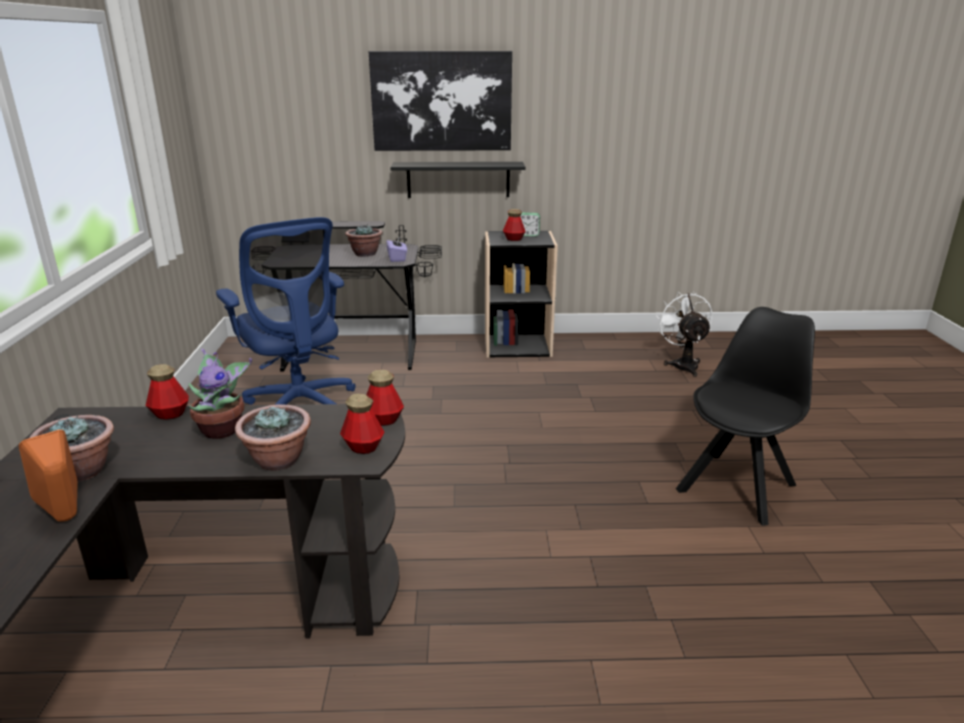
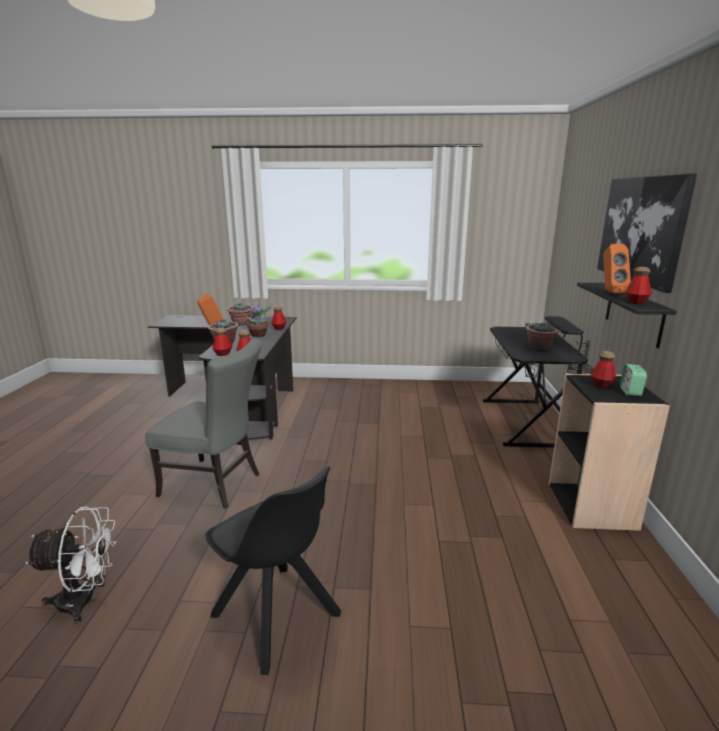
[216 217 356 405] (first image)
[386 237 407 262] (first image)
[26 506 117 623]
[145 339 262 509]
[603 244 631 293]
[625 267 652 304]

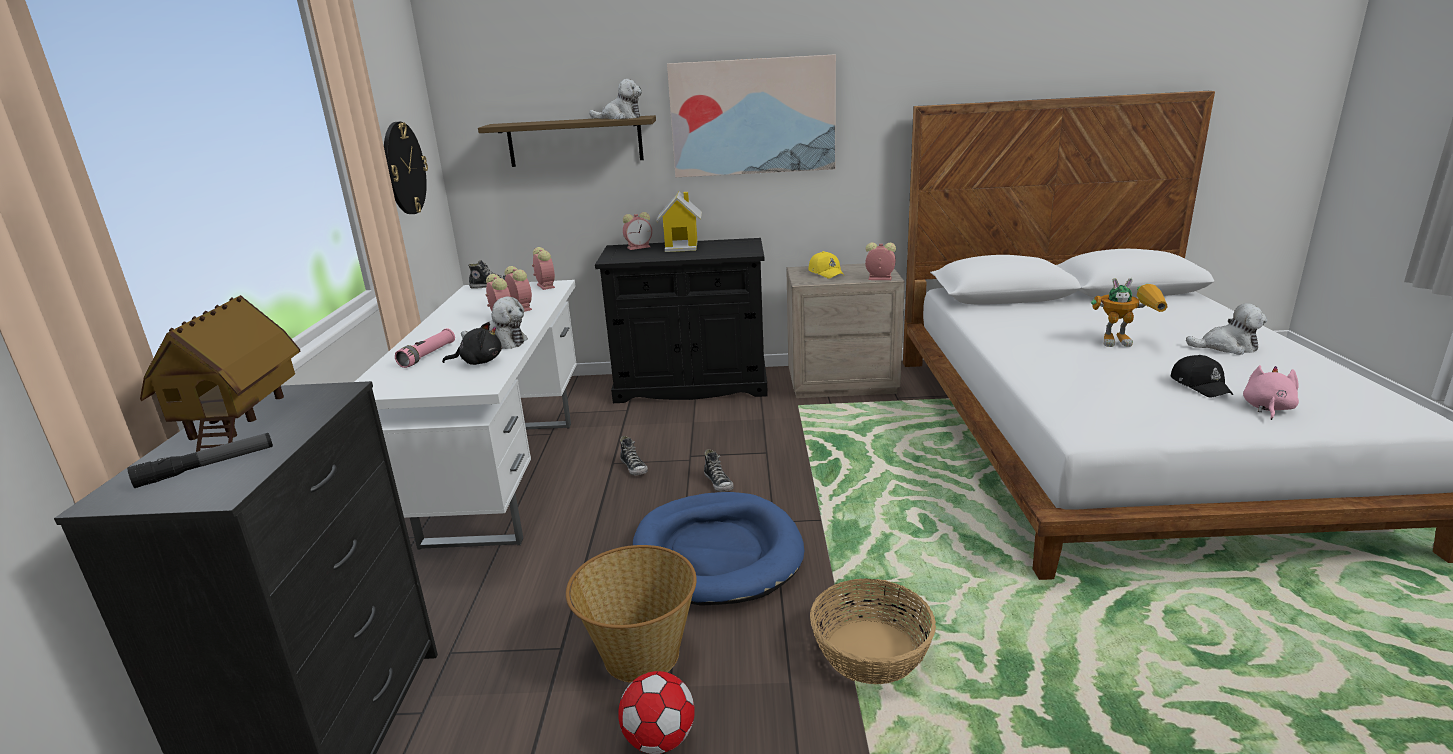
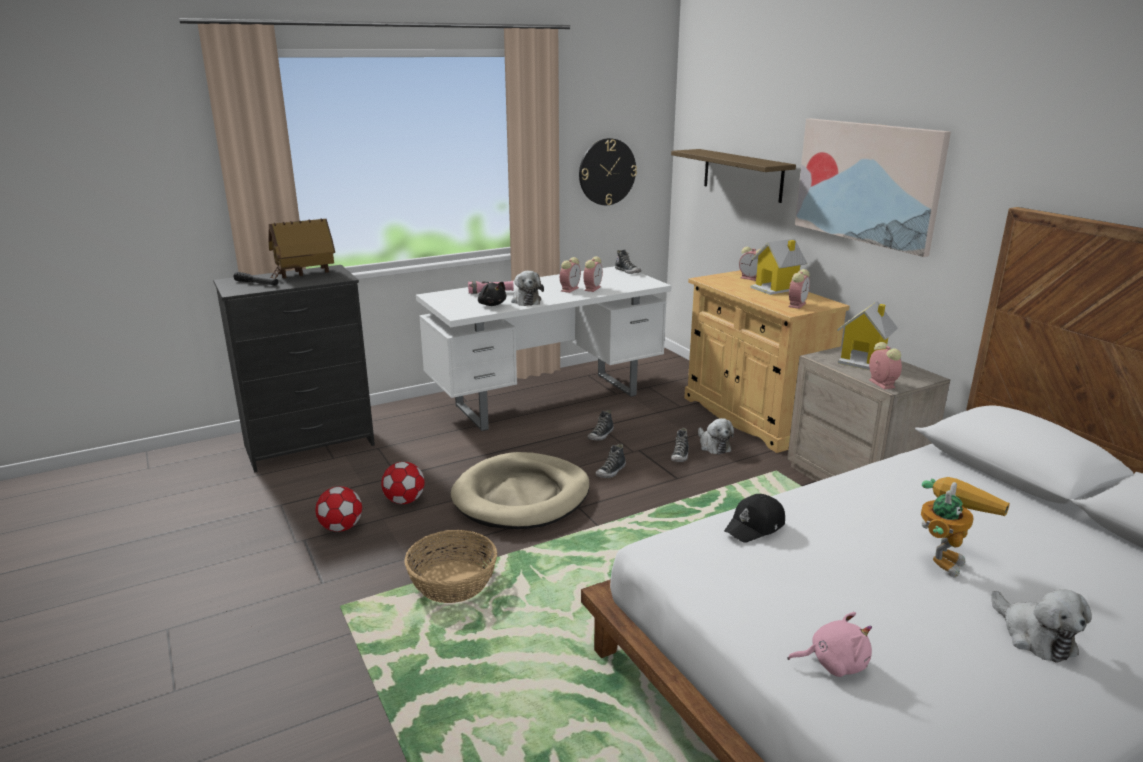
[788 269 810 309]
[381 462 425 504]
[698 418 734 455]
[684 270 850 453]
[451 452 590 529]
[837 301 898 370]
[921 477 1010 578]
[724 494 785 542]
[671 428 689 462]

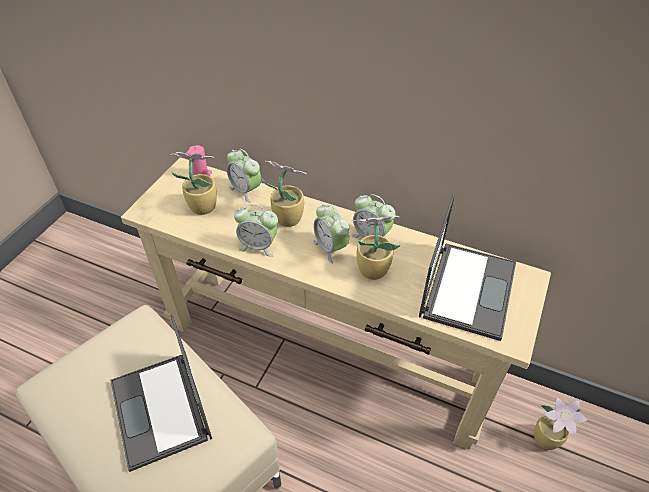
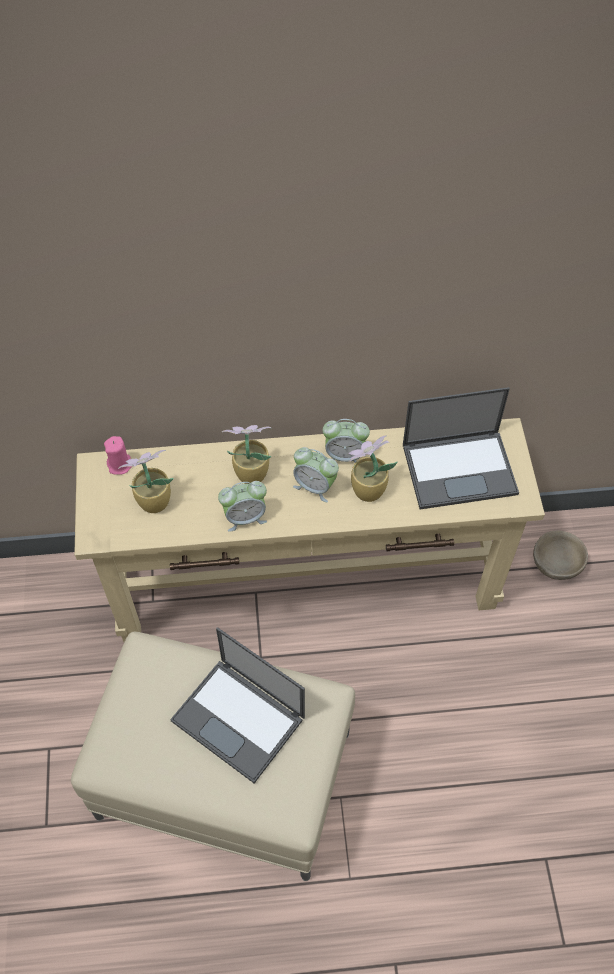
[227 149 261 203] (first image)
[403 387 519 509]
[533 531 588 580]

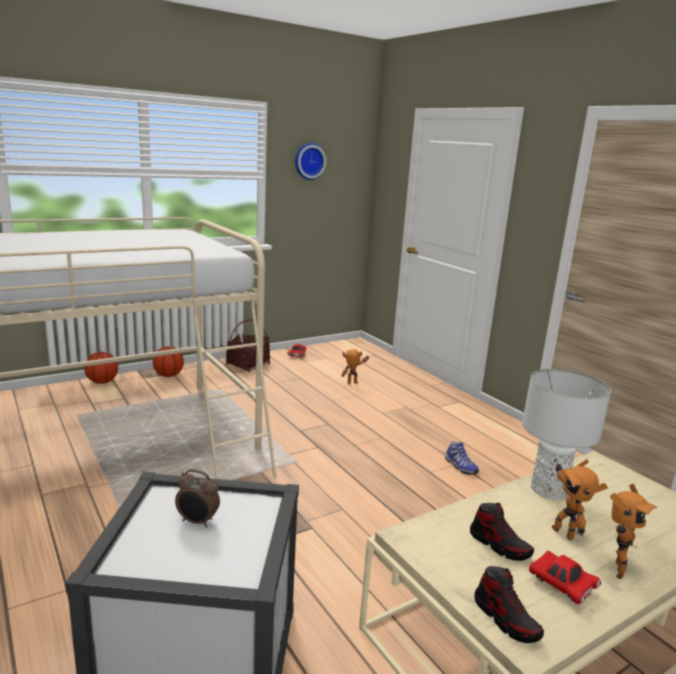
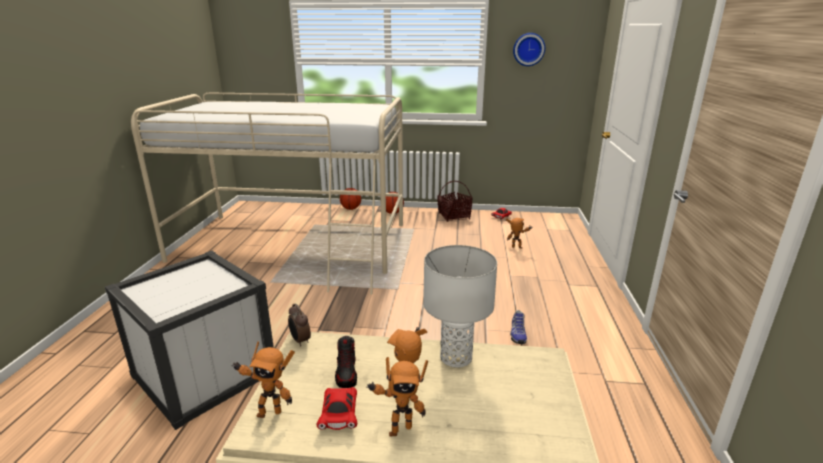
[288 303 311 347]
[231 341 295 418]

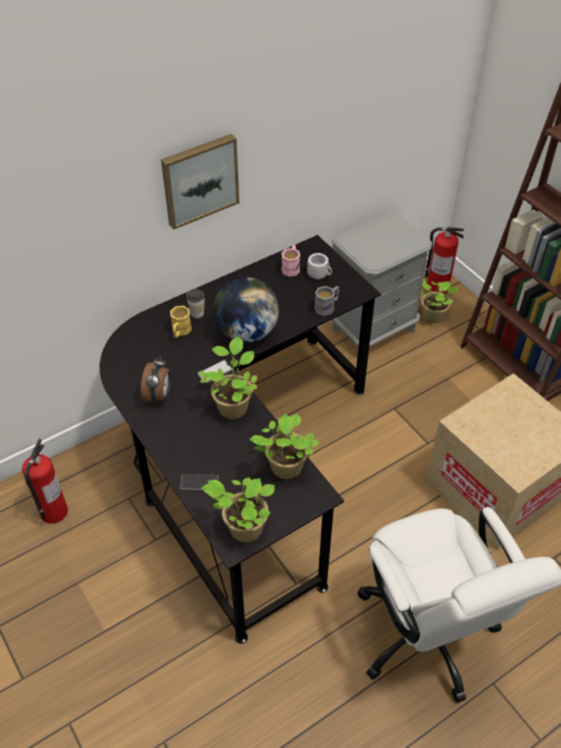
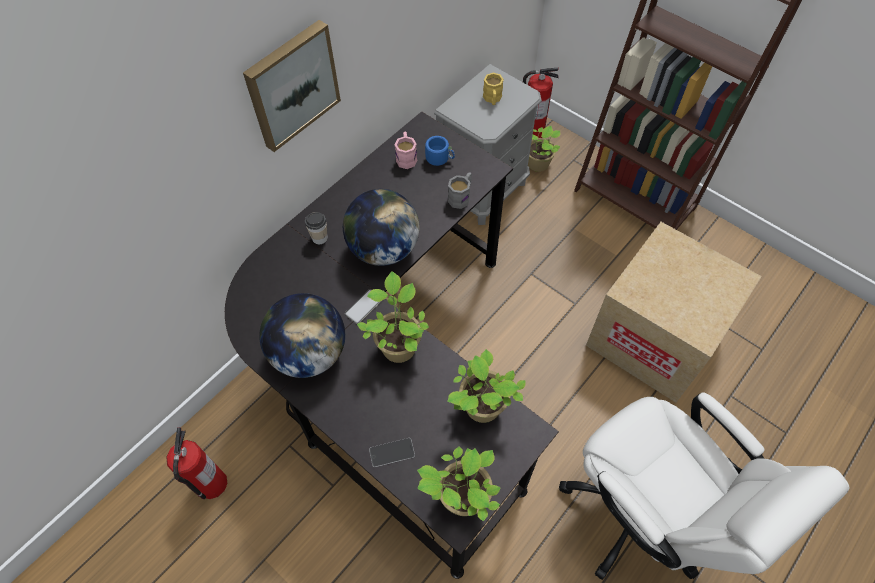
[259 293 345 378]
[483 73 504 105]
[425 136 455 166]

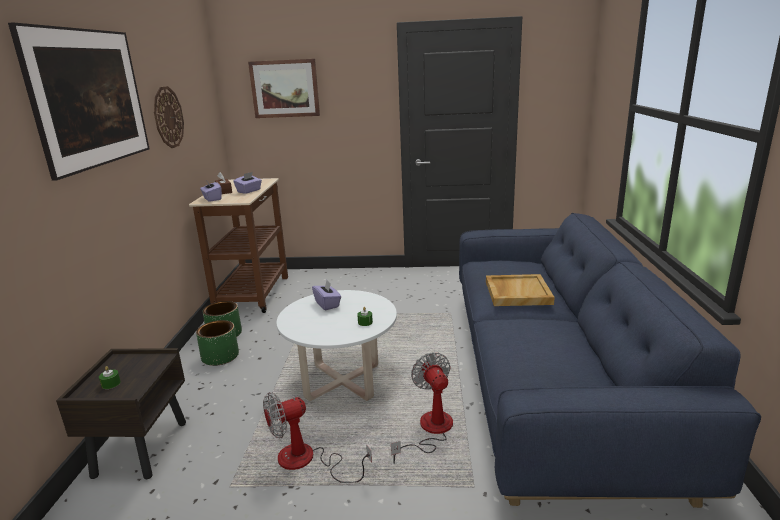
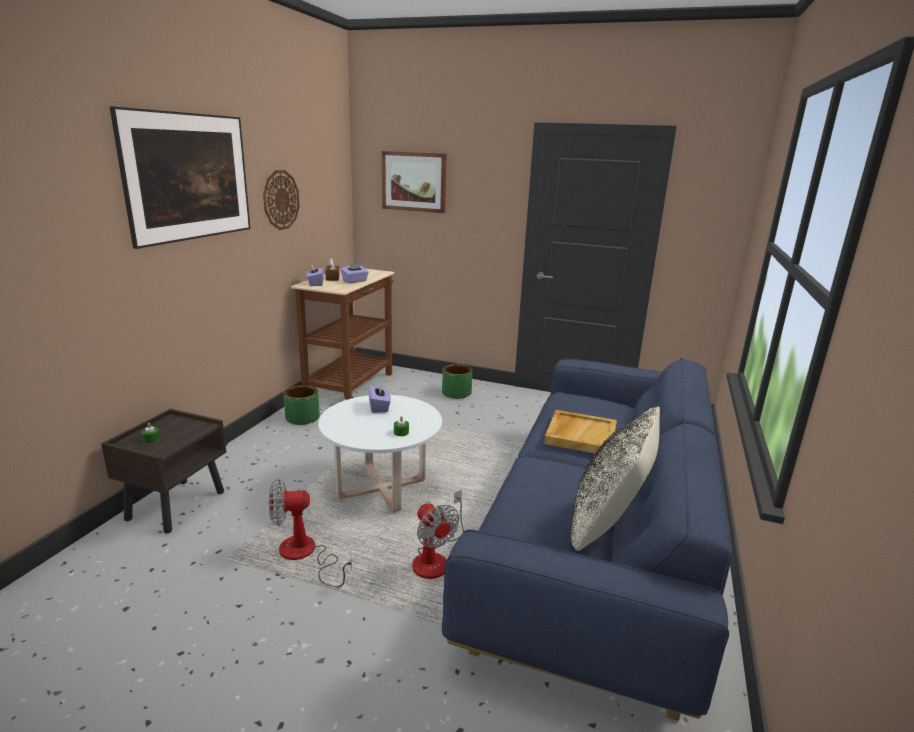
[442 364 472 399]
[412 490 464 579]
[571 406 660 551]

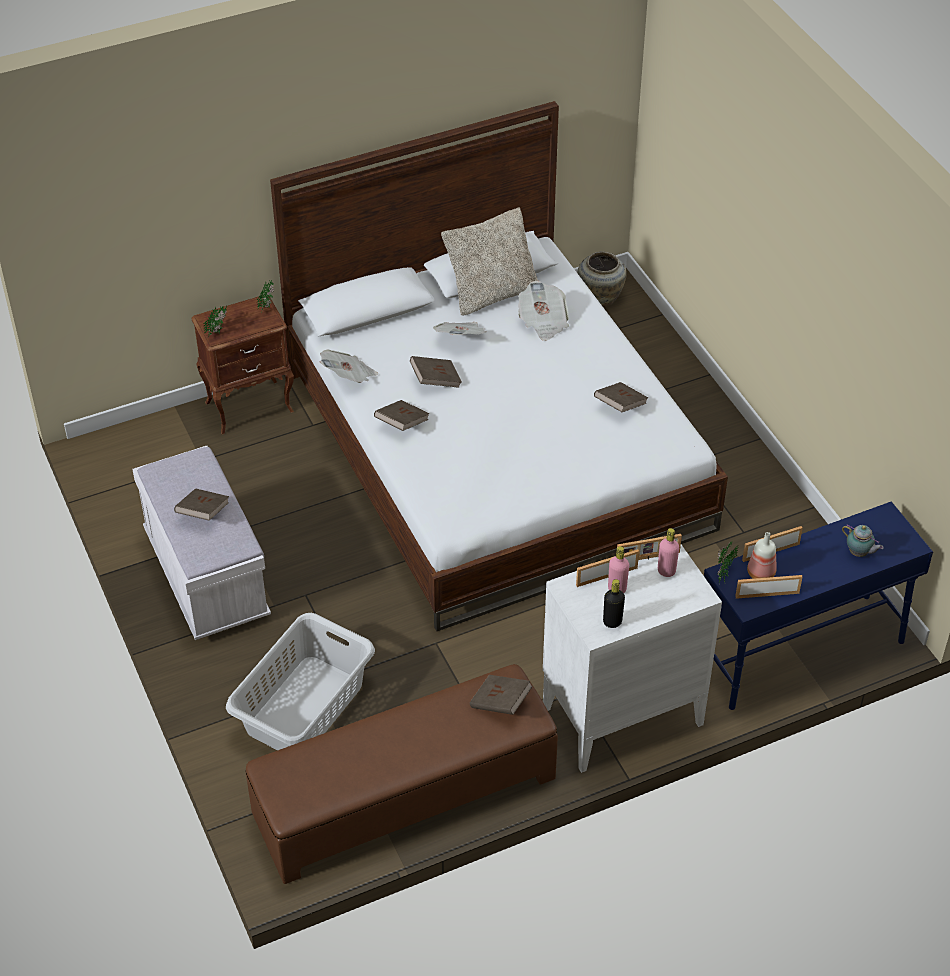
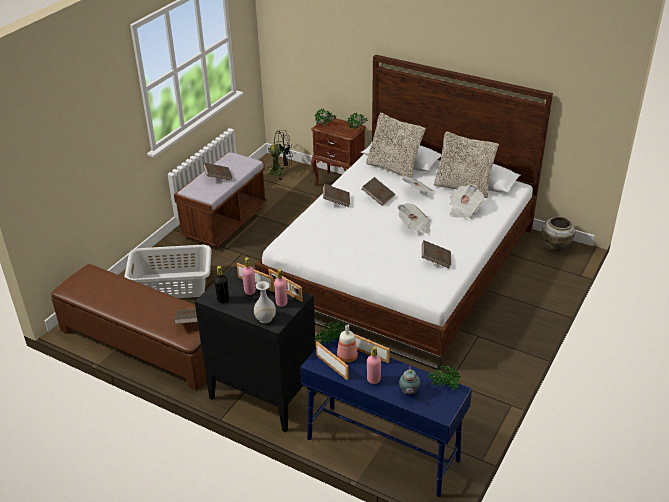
[174 152 267 248]
[398 203 431 234]
[195 267 316 432]
[254 281 276 323]
[267 130 292 180]
[366 113 426 178]
[367 347 381 384]
[427 365 461 390]

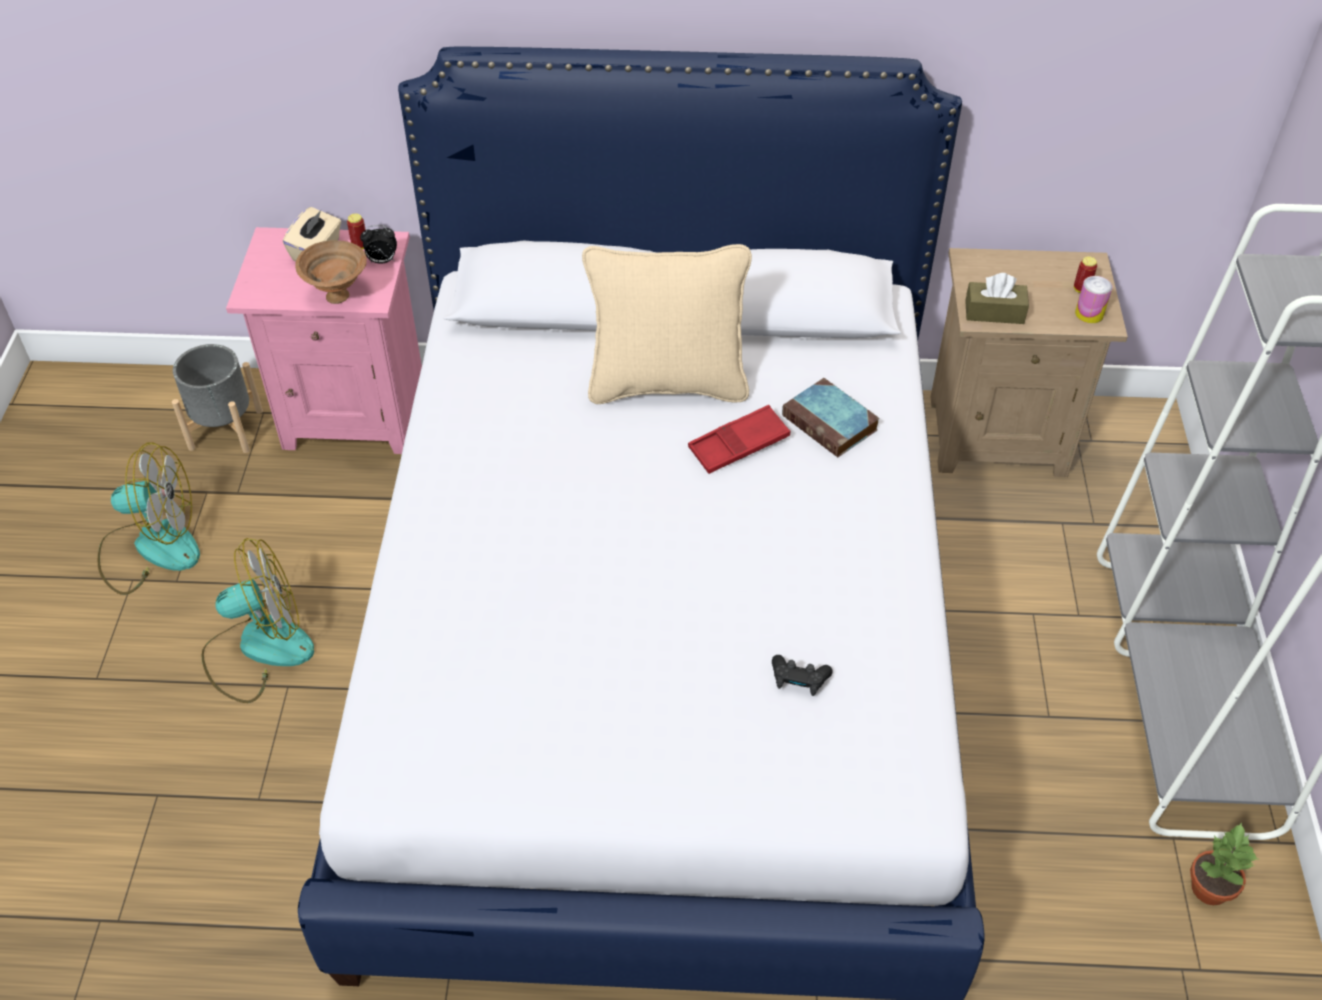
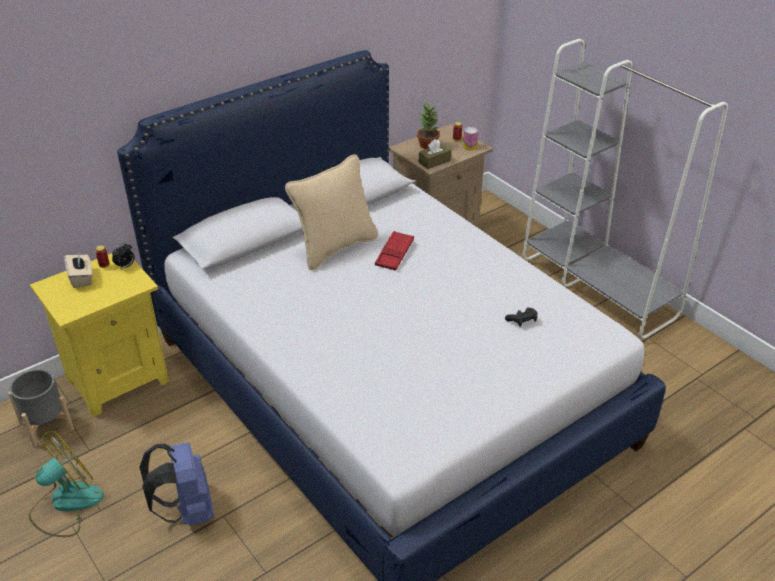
[139 443 214 526]
[30 253 169 417]
[295 240 367 304] (first image)
[782 378 880 457] (first image)
[417 102 439 149]

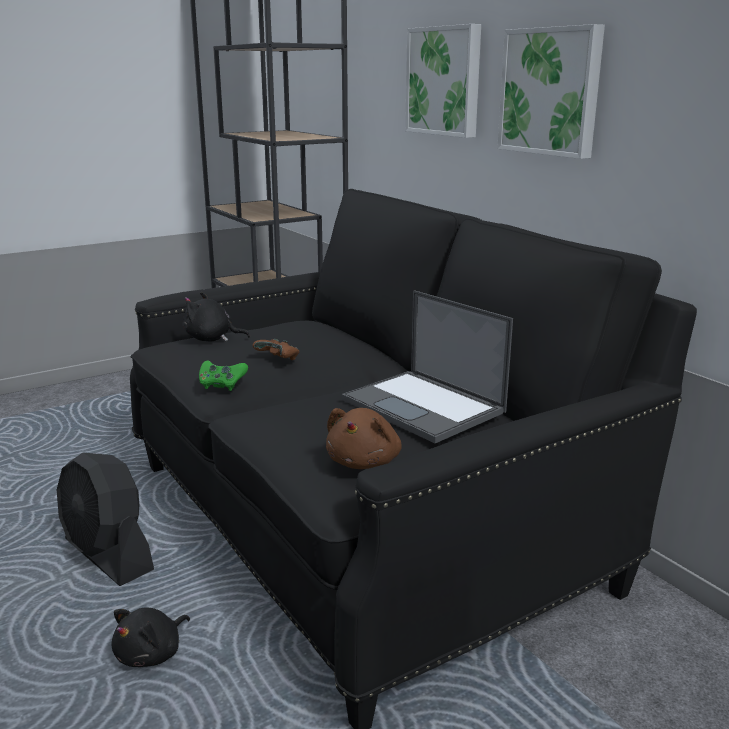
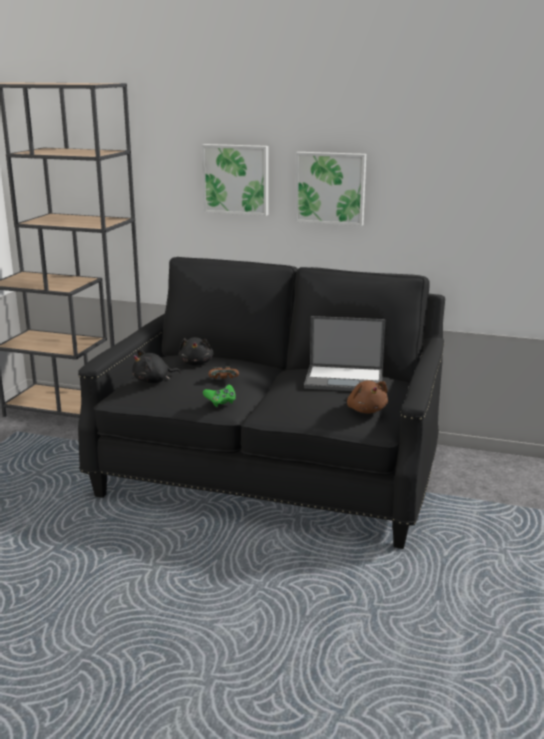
[57 453 154 586] (first image)
[178 337 213 366]

